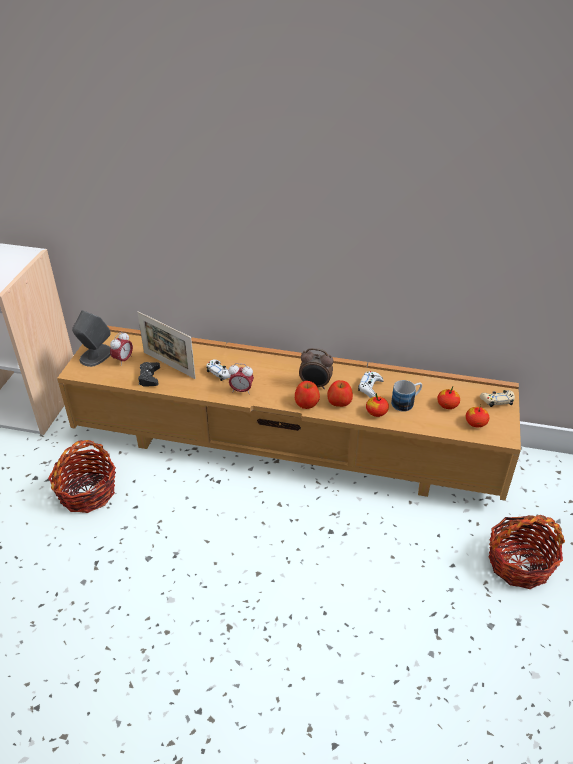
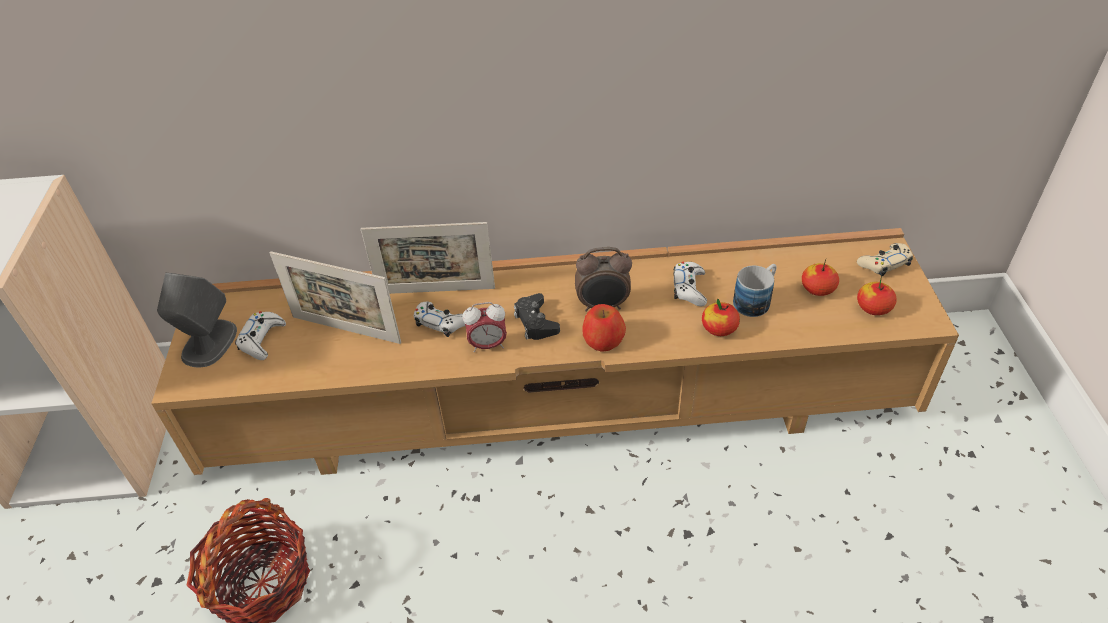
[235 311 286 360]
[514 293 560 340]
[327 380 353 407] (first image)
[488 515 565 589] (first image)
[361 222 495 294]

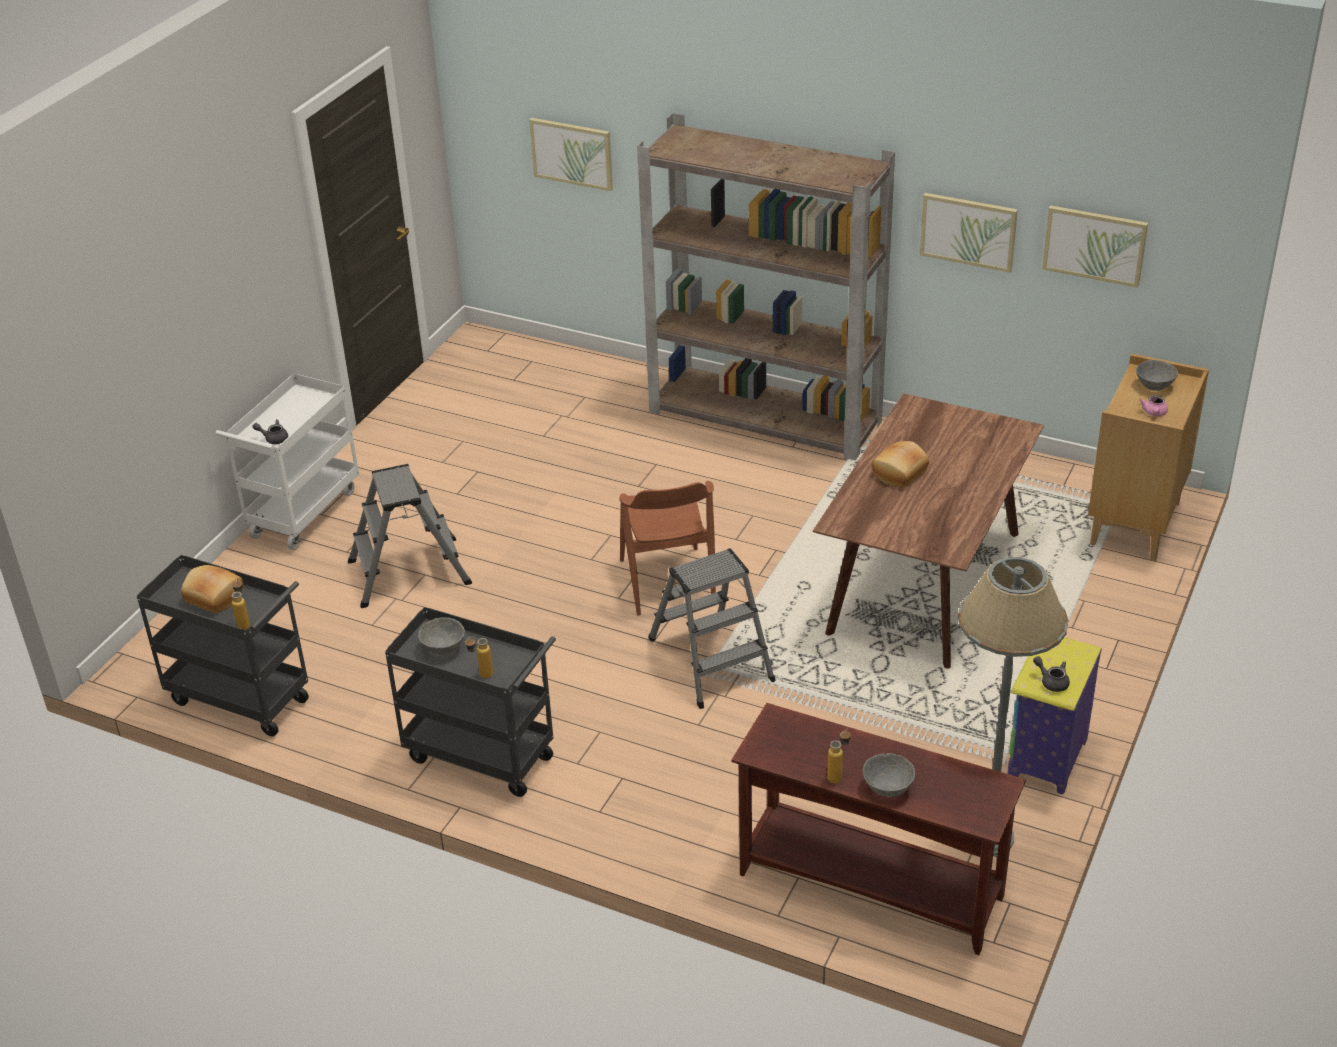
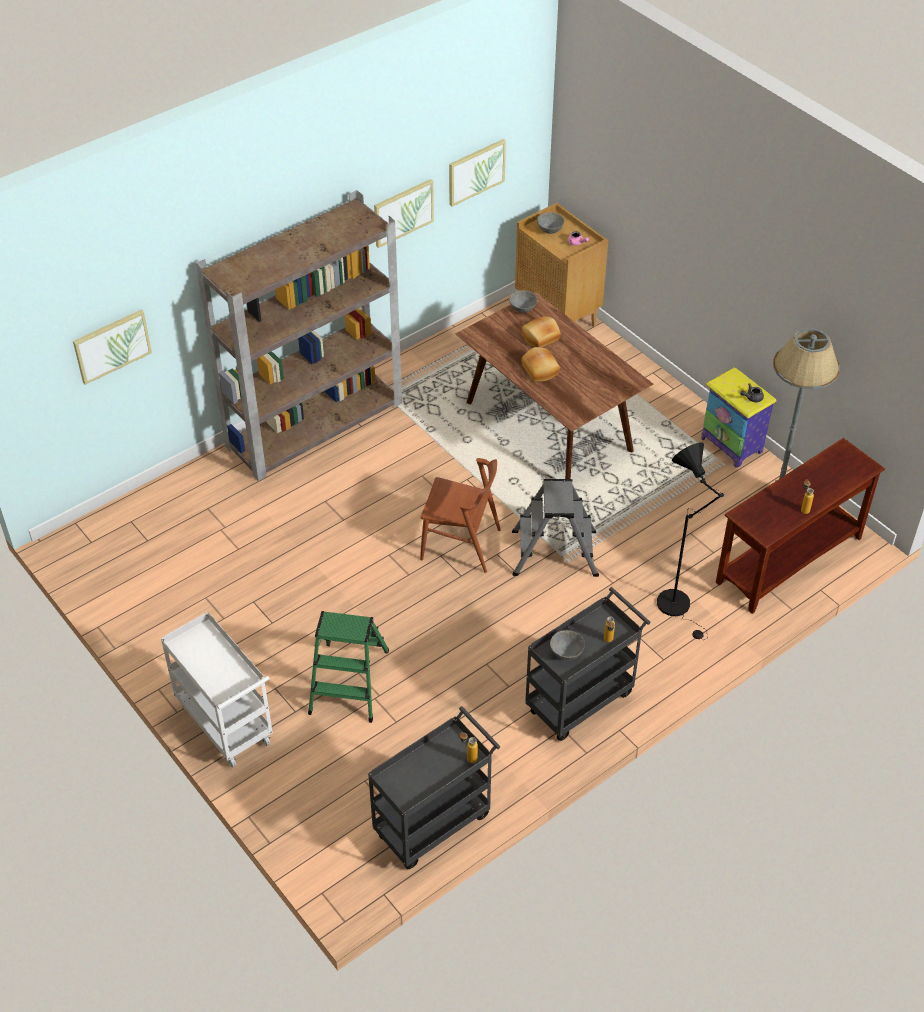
[521 316 561 348]
[252 419 288 444] (first image)
[308 611 389 723]
[509 290 538 313]
[657 442 724 640]

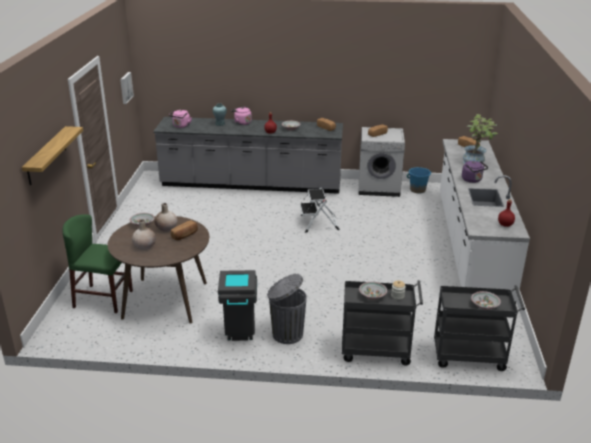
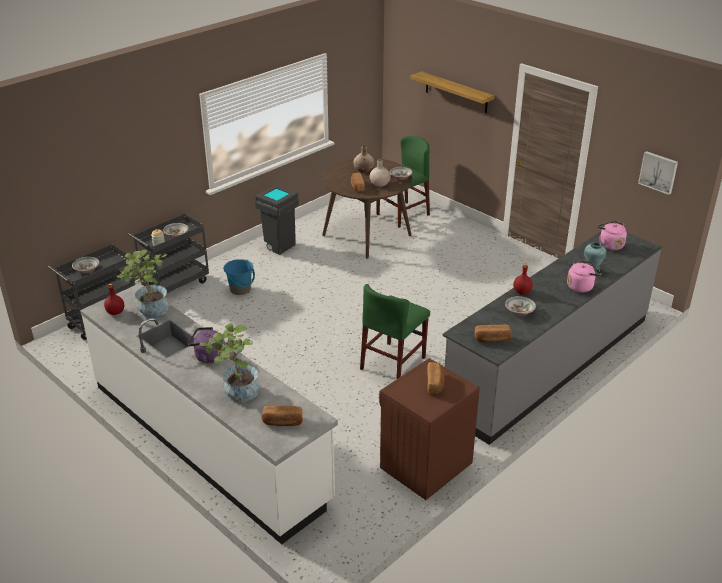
[267 274 307 344] (first image)
[360 284 430 380]
[379 358 480 500]
[224 259 255 295]
[117 250 168 318]

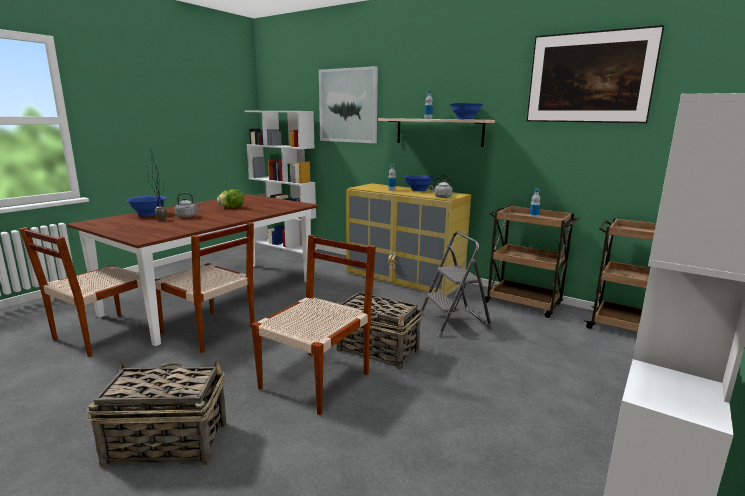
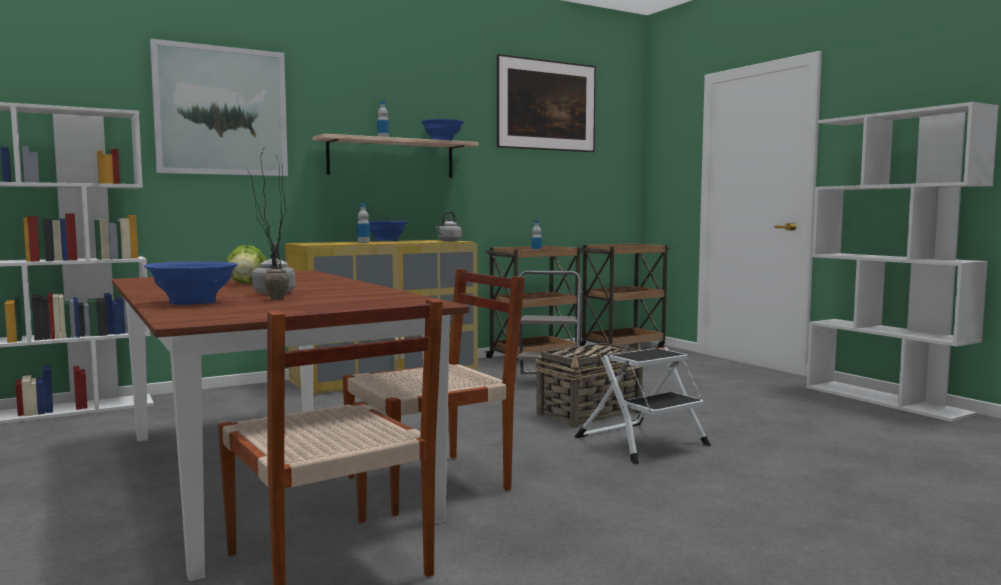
[87 361 226 467] (first image)
[574 345 711 464]

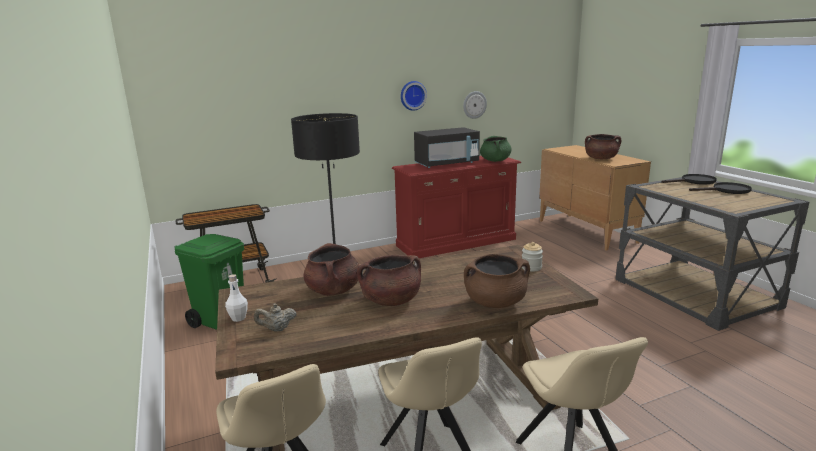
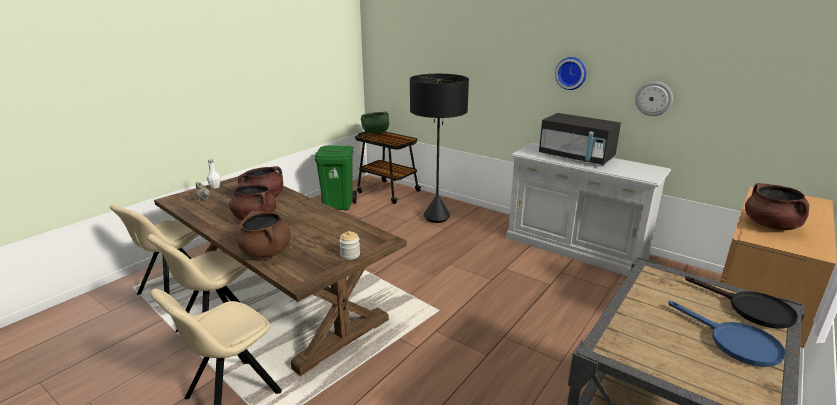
[506 143 671 276]
[361 112 389 134]
[668 300 786 367]

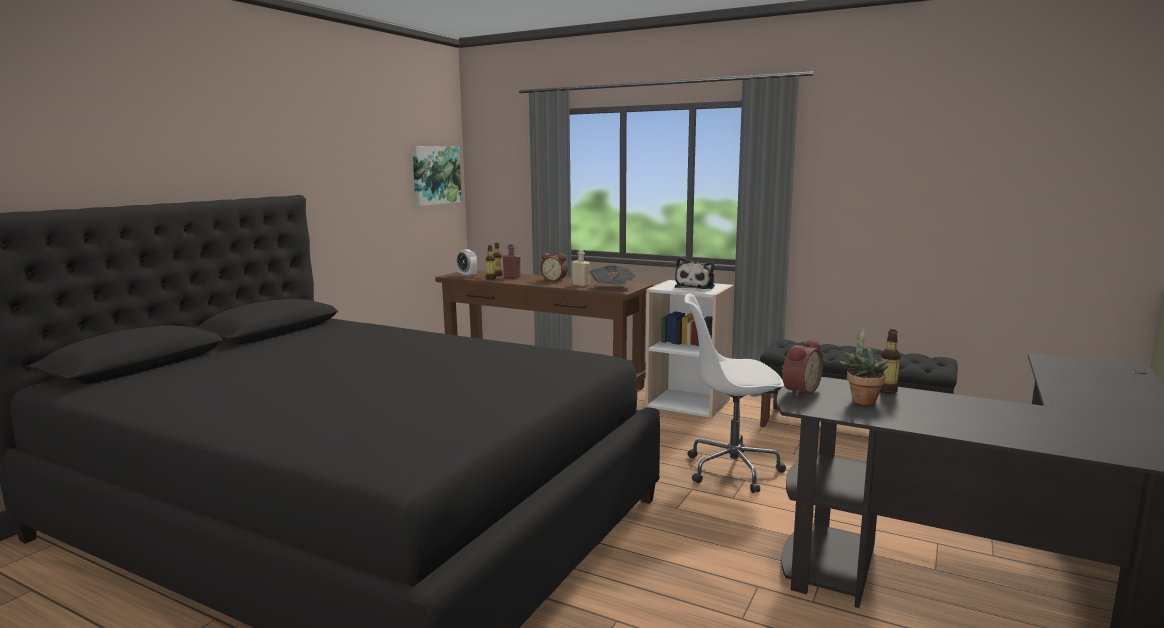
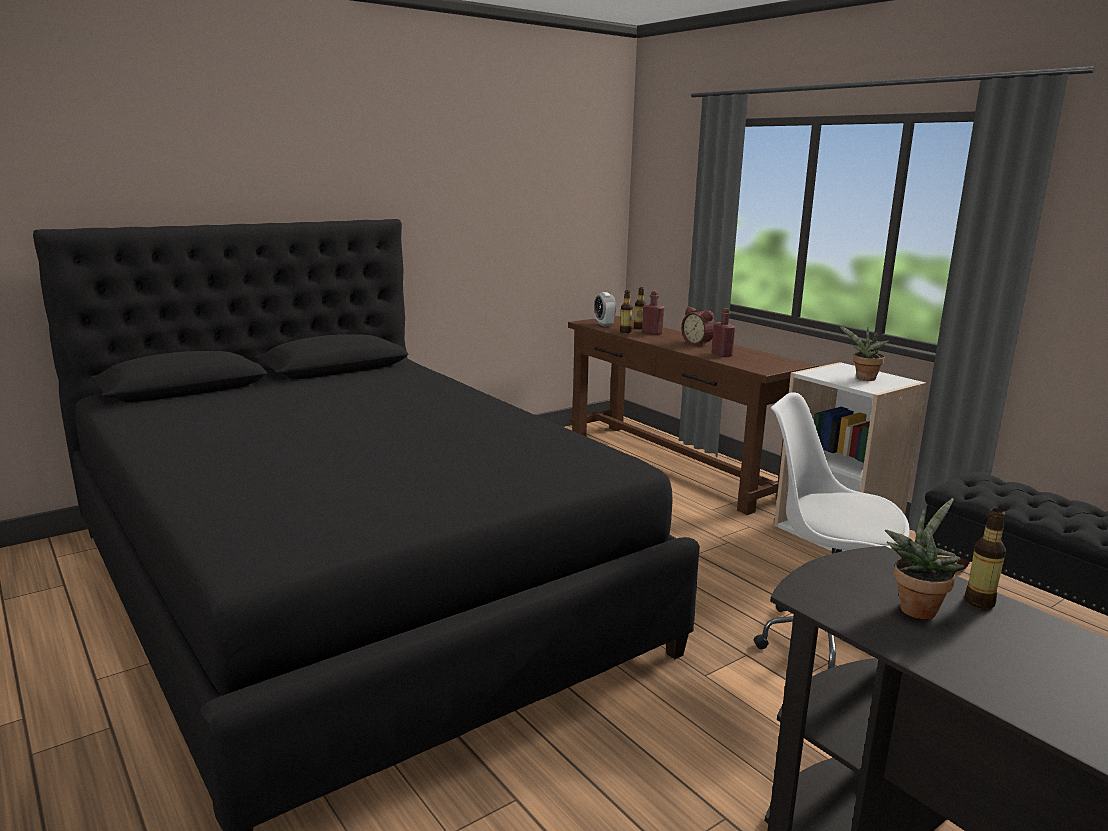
[412 146 462 206] (first image)
[712 308 735 357]
[589 265 635 285] (first image)
[839 325 889 381]
[782 339 823 397] (first image)

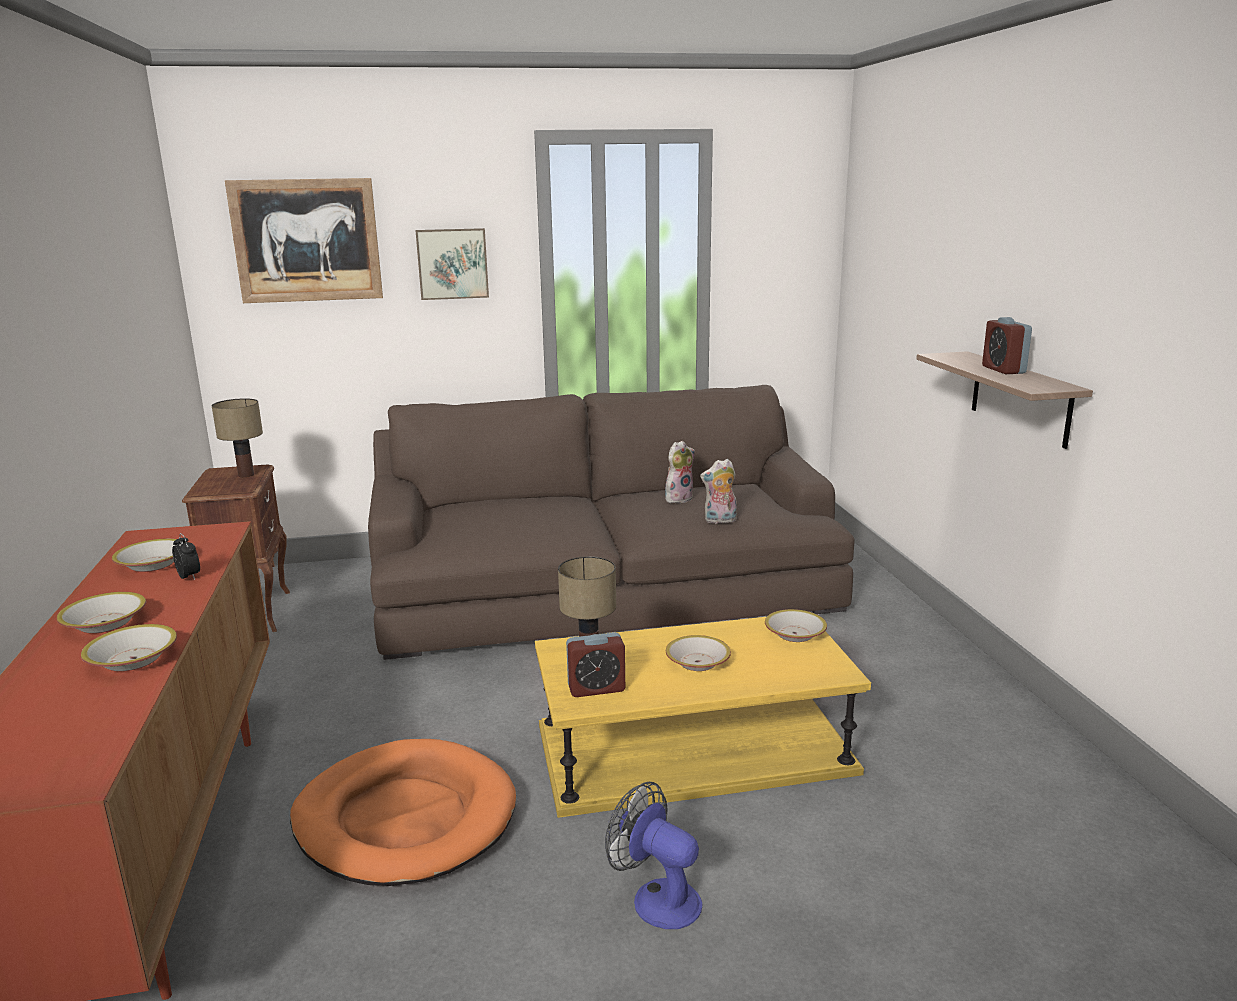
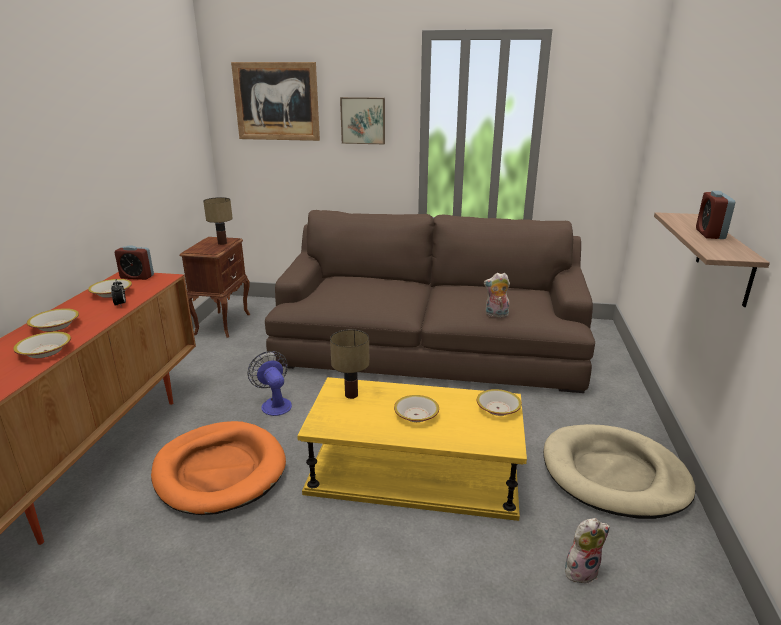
[114 245 154 280]
[247 351 292 416]
[565 518 610 585]
[543 424 695 519]

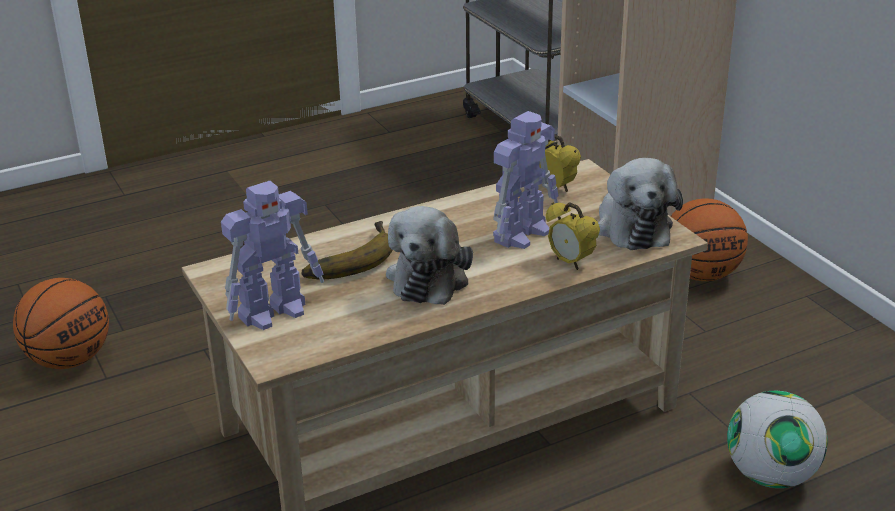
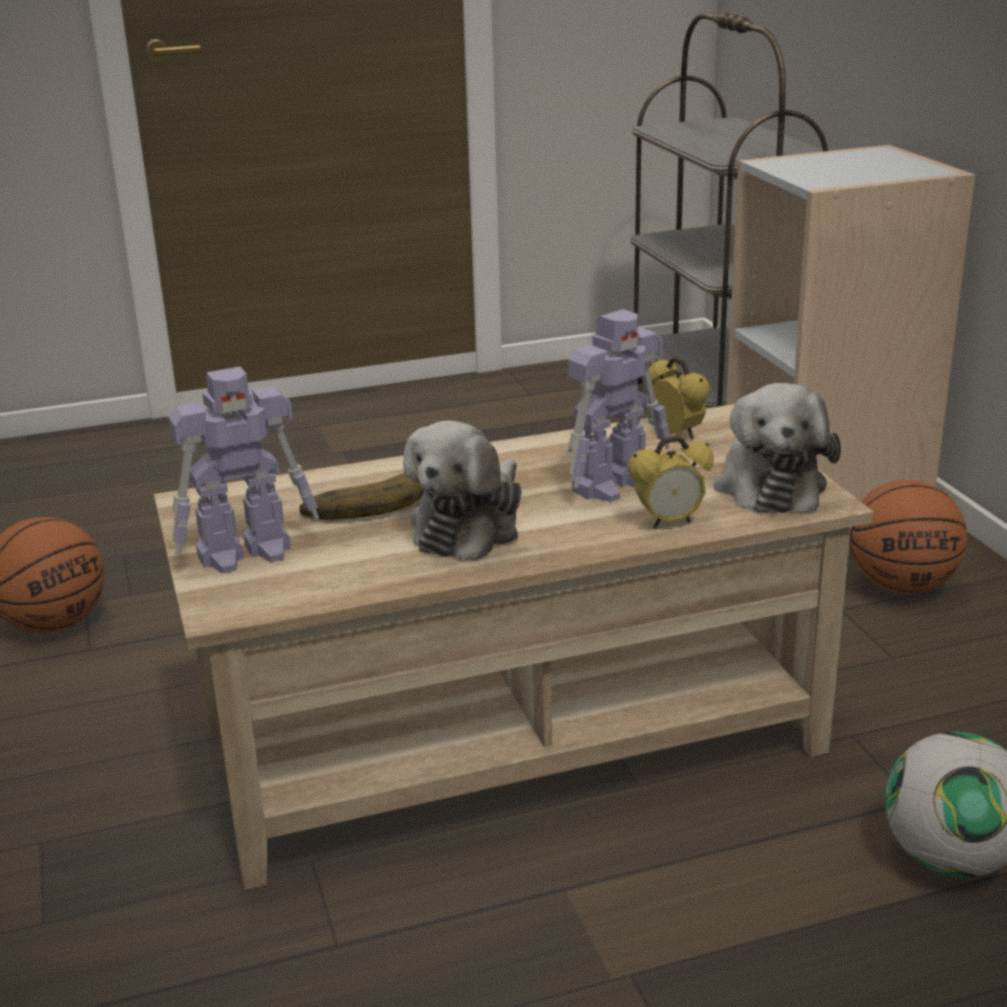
[628 435 714 529]

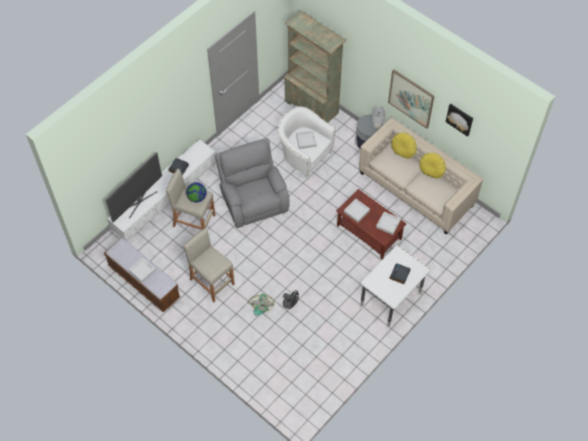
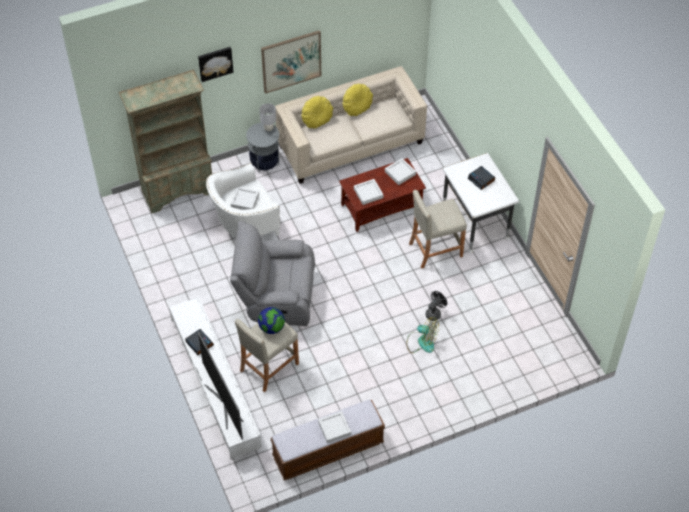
[409 190 467 269]
[198 47 234 82]

